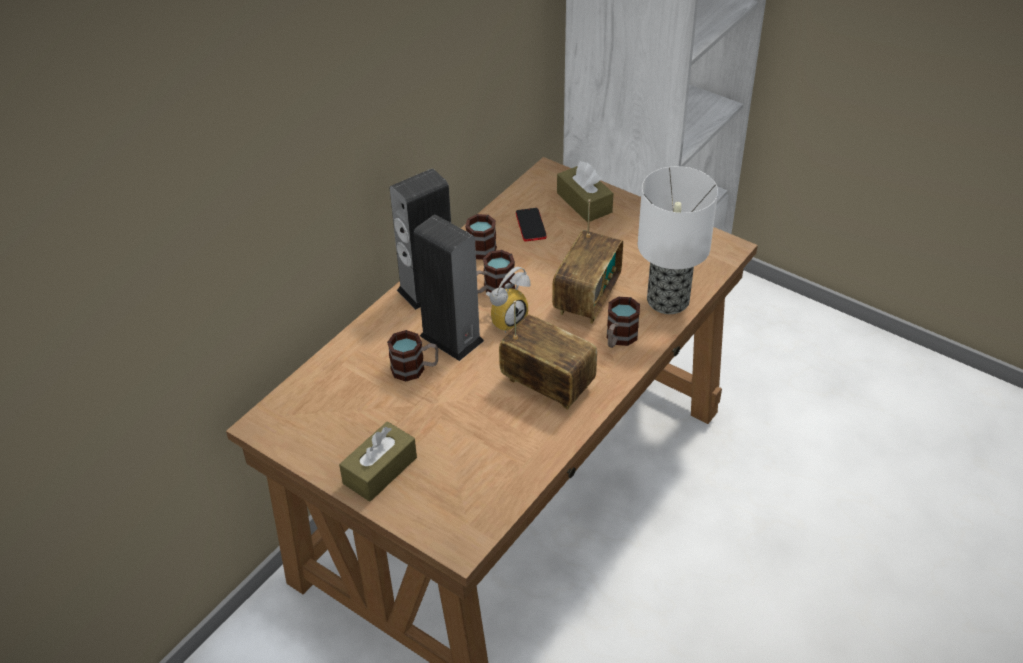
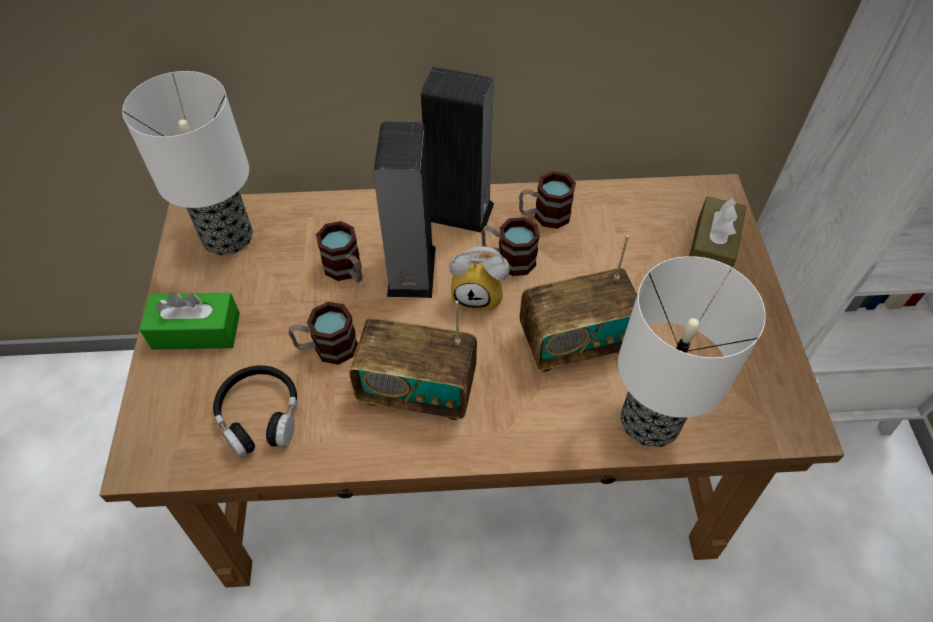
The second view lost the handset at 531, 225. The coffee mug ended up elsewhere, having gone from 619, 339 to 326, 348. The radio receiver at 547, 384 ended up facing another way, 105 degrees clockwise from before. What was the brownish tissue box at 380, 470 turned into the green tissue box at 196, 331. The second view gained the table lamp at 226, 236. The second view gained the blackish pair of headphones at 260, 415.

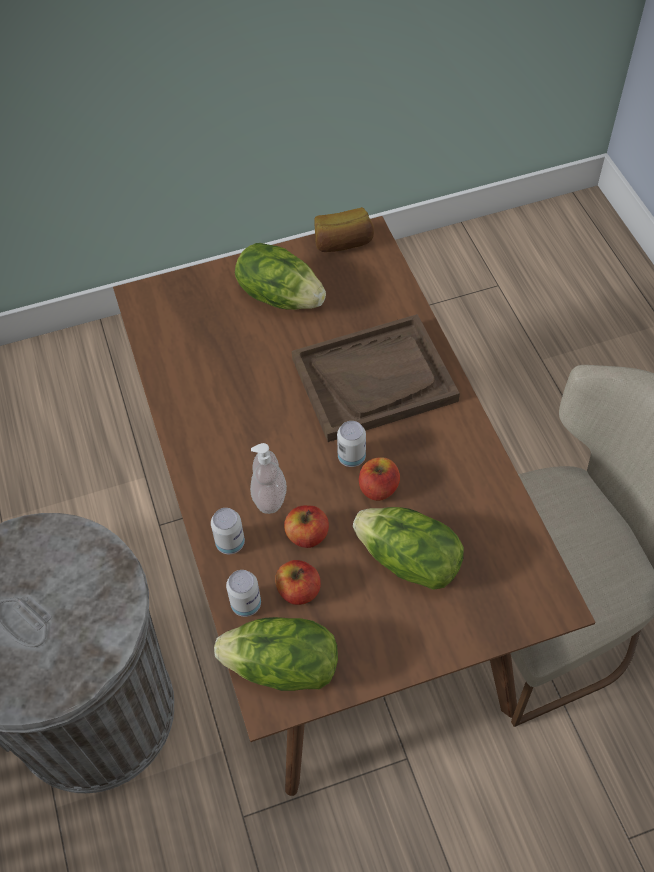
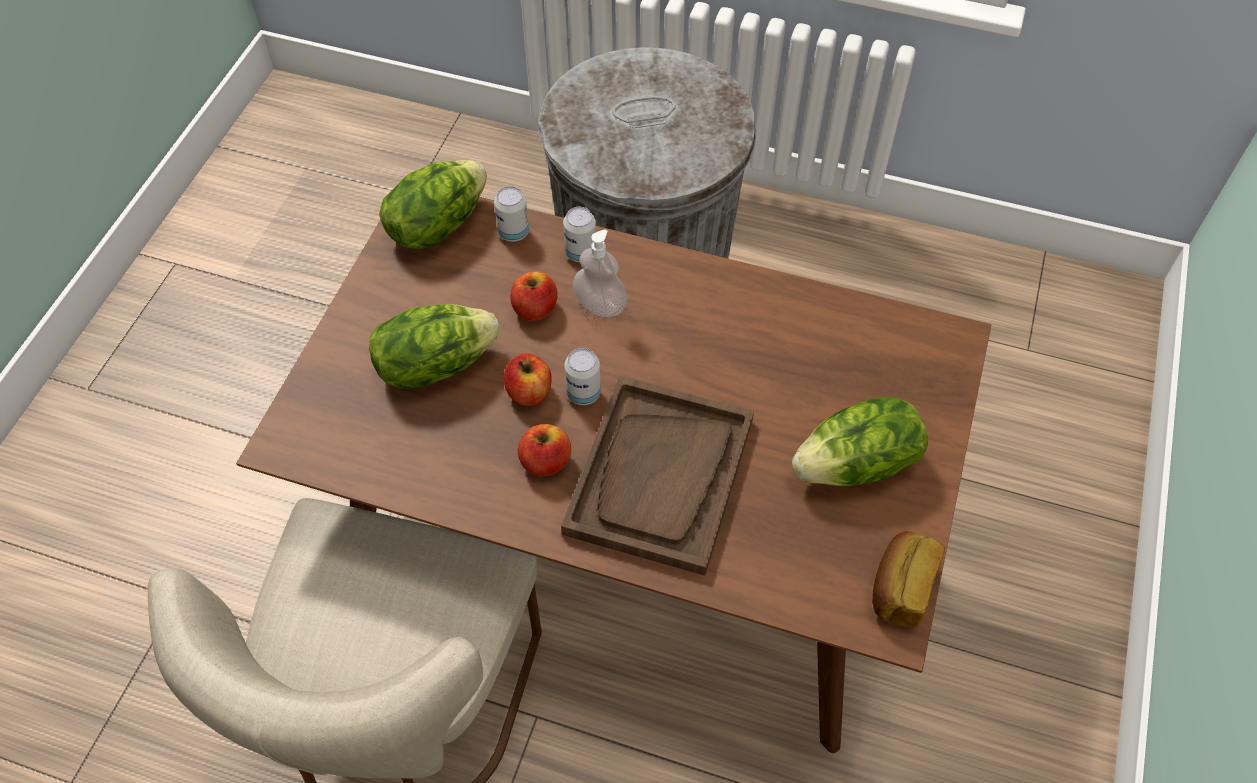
The whole apple ended up elsewhere, having gone from 298, 591 to 545, 461.

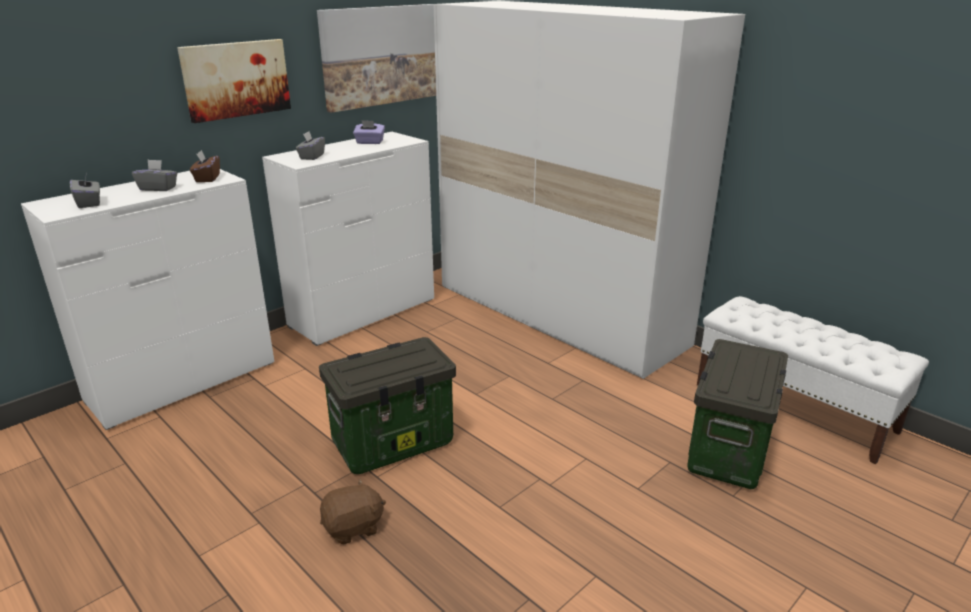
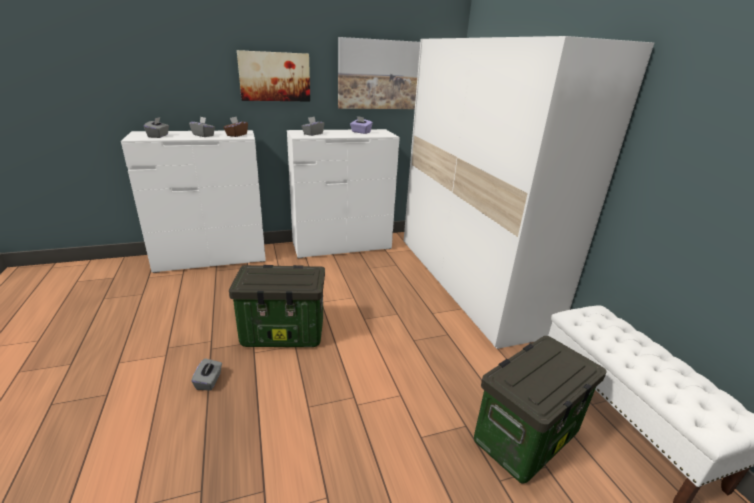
Where the brownish cuddly toy stood at 353, 527, the gray tissue box came to stand at 209, 381.

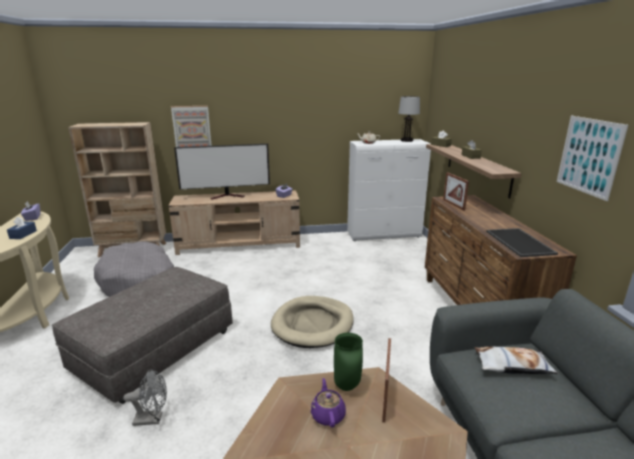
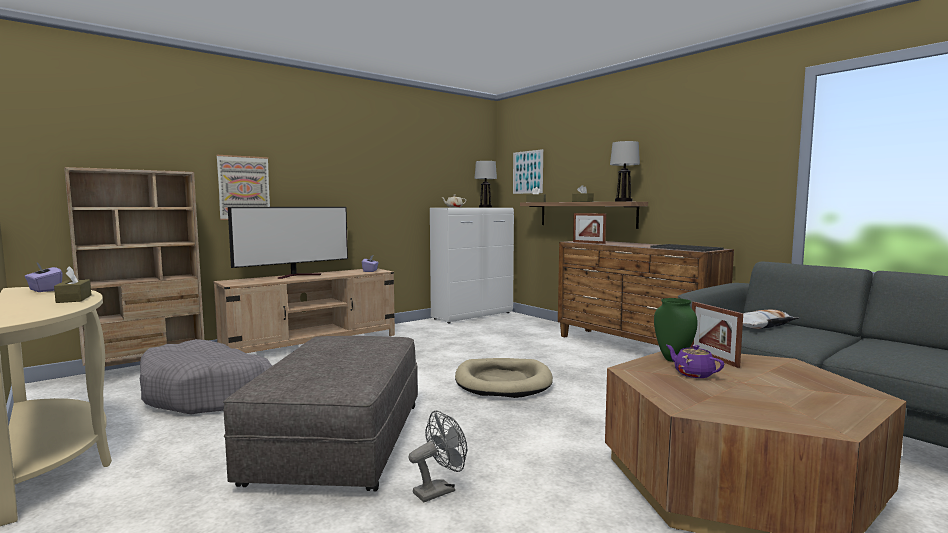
The wall picture ended up elsewhere, having gone from 589, 156 to 527, 172. What was the bluish tissue box at 23, 234 turned into the brownish tissue box at 74, 299. The second view gained the table lamp at 623, 201.

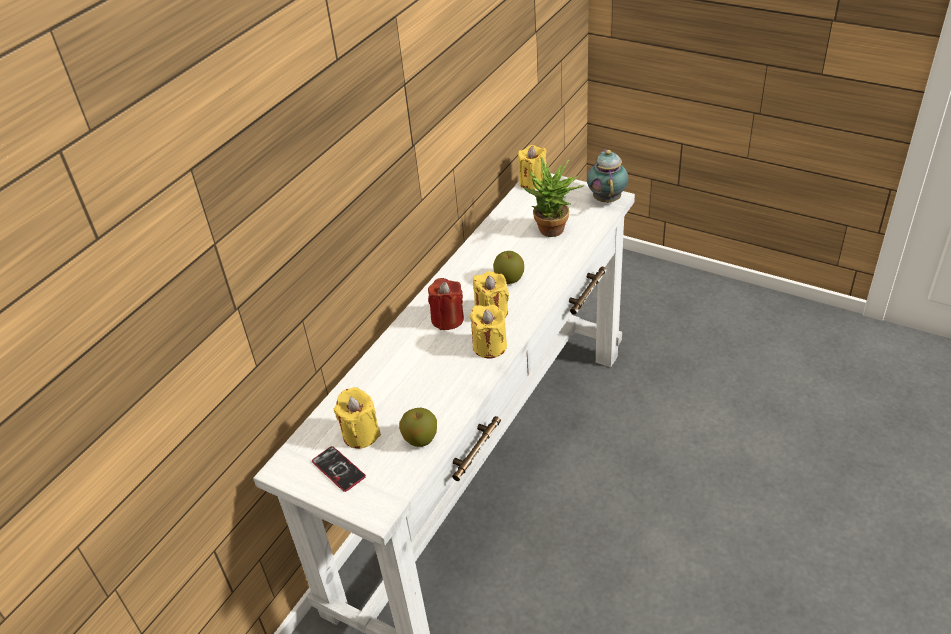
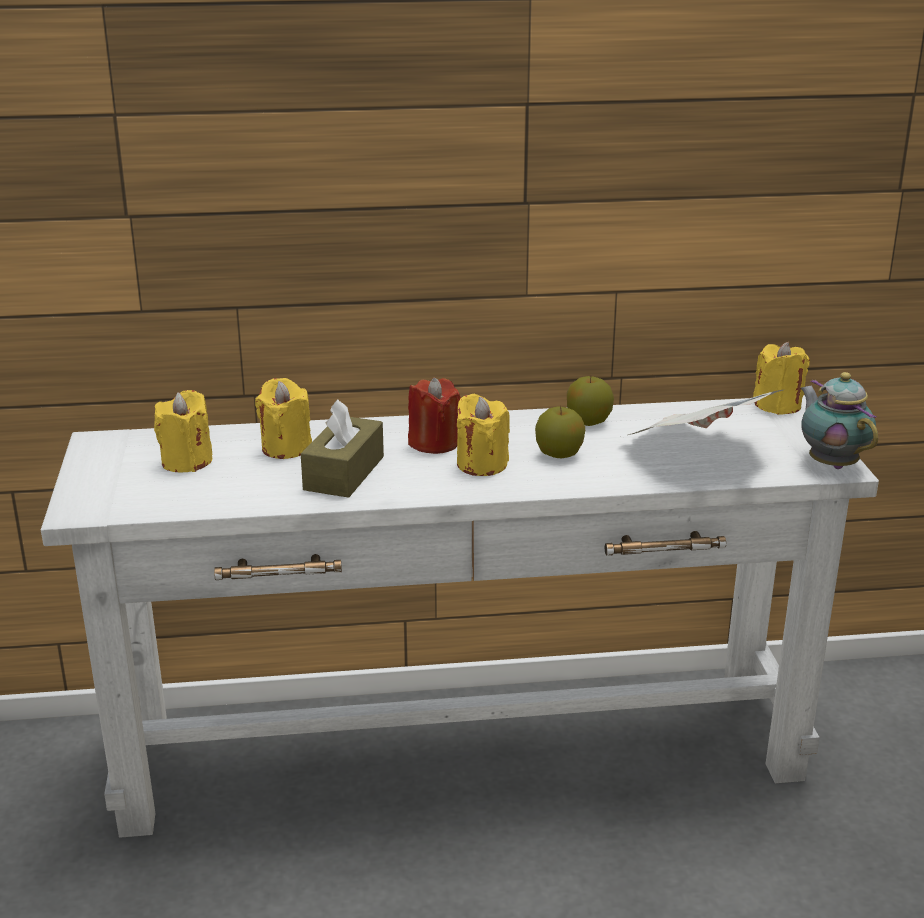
The teapot at 607, 198 ended up facing another way, 75 degrees counterclockwise from before. Where the houseplant stood at 553, 232, the daily paper came to stand at 695, 452. The yellowish candle ended up elsewhere, having gone from 489, 346 to 286, 448. The whole apple ended up elsewhere, having gone from 420, 439 to 588, 421. The second view lost the handset at 338, 469. The second view gained the brownish tissue box at 344, 473.

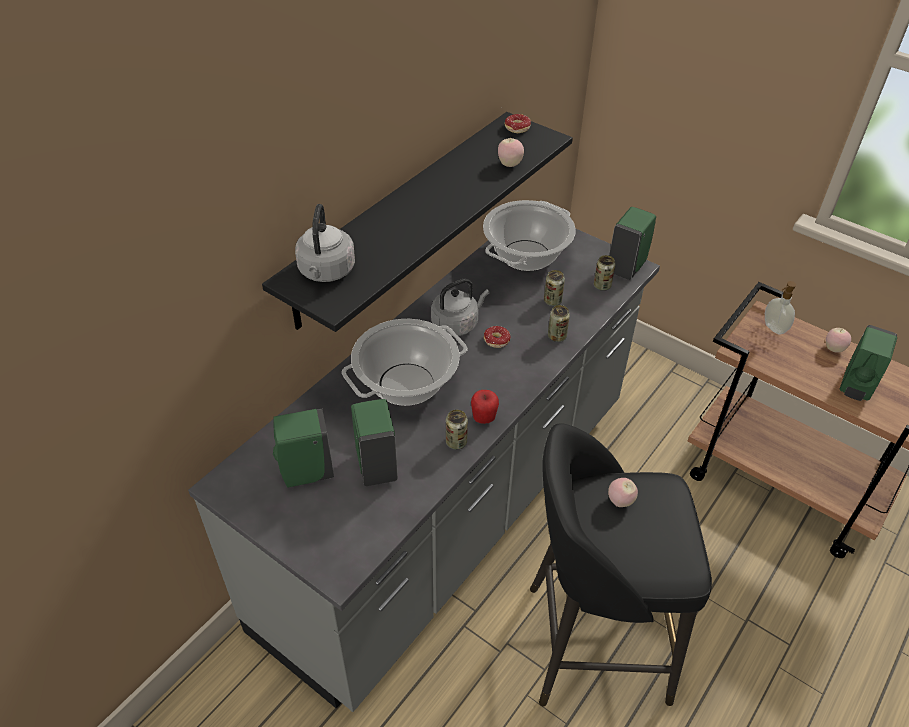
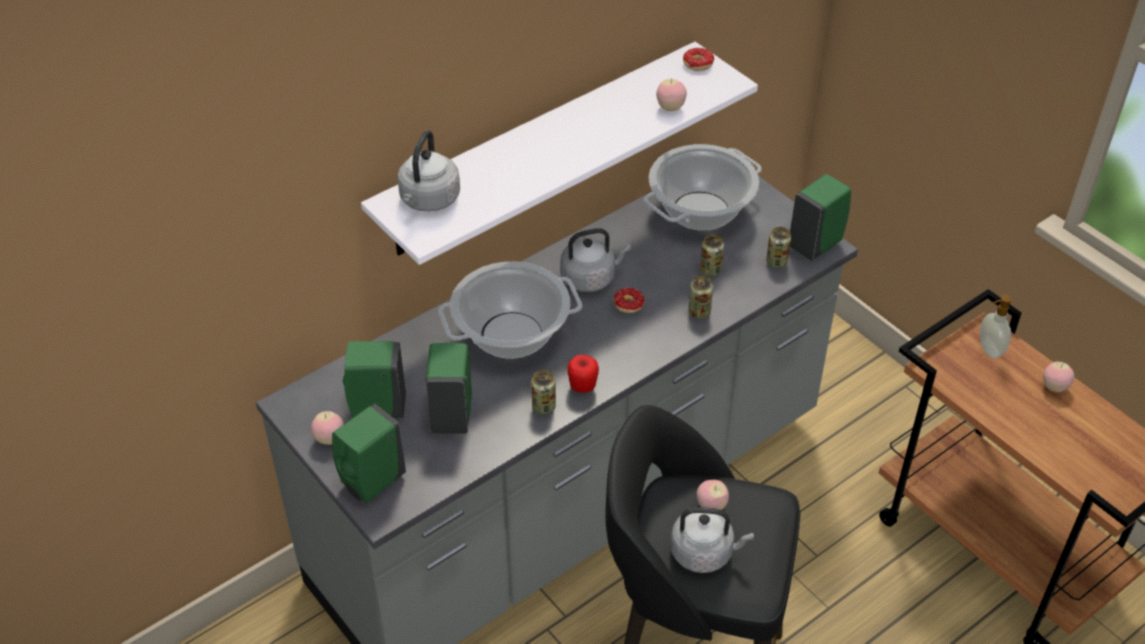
What was the blackish shelf at 400, 218 turned into the whitish shelf at 538, 149. The green liquid soap bottle ended up elsewhere, having gone from 855, 387 to 371, 483. The second view gained the whole apple at 329, 439. The second view gained the gray water kettle at 705, 553.

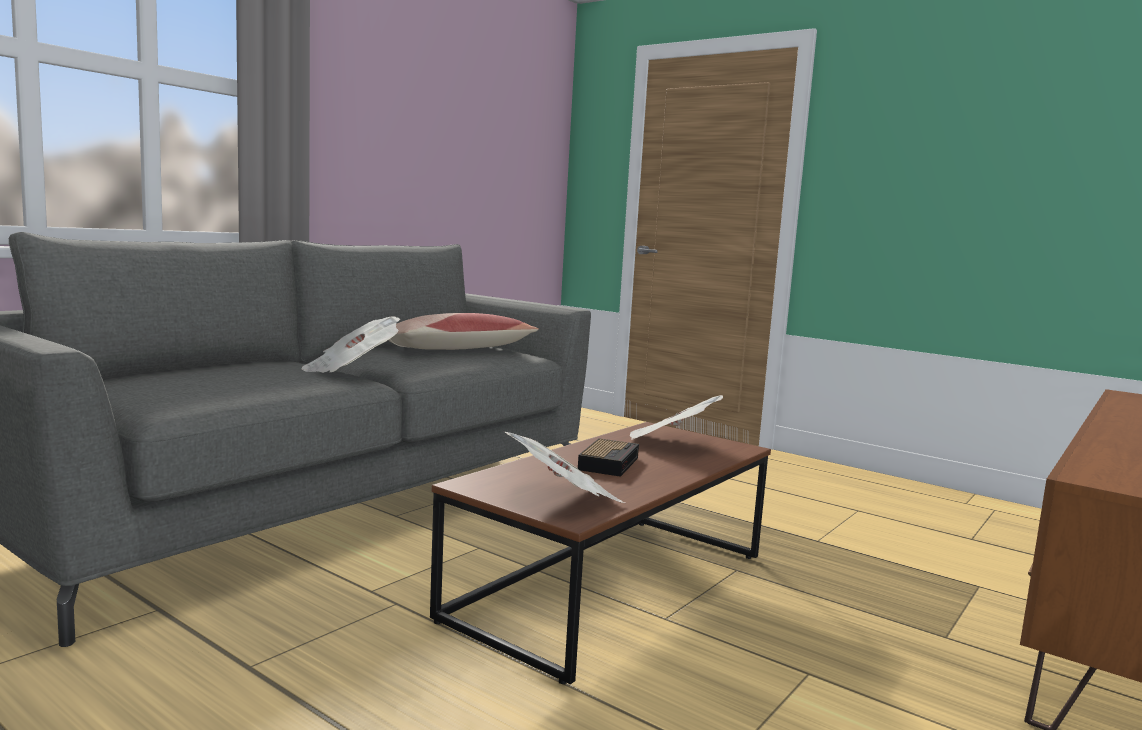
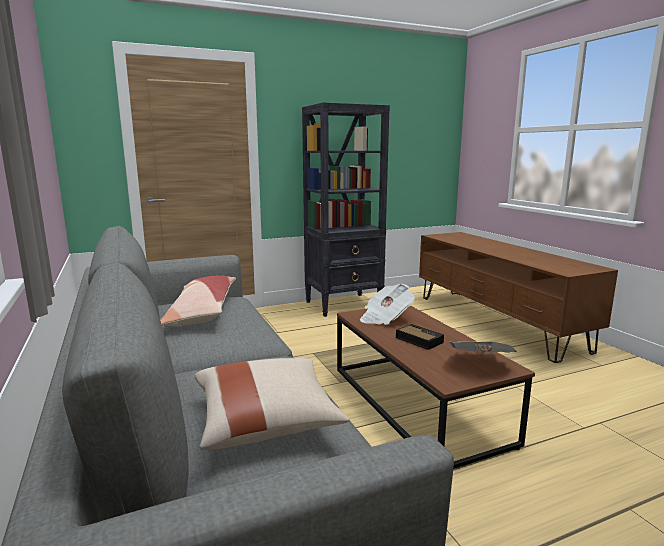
The second view lost the daily paper at 351, 370. The second view gained the blackish bookcase at 344, 305. The second view gained the beige cushion at 266, 421.

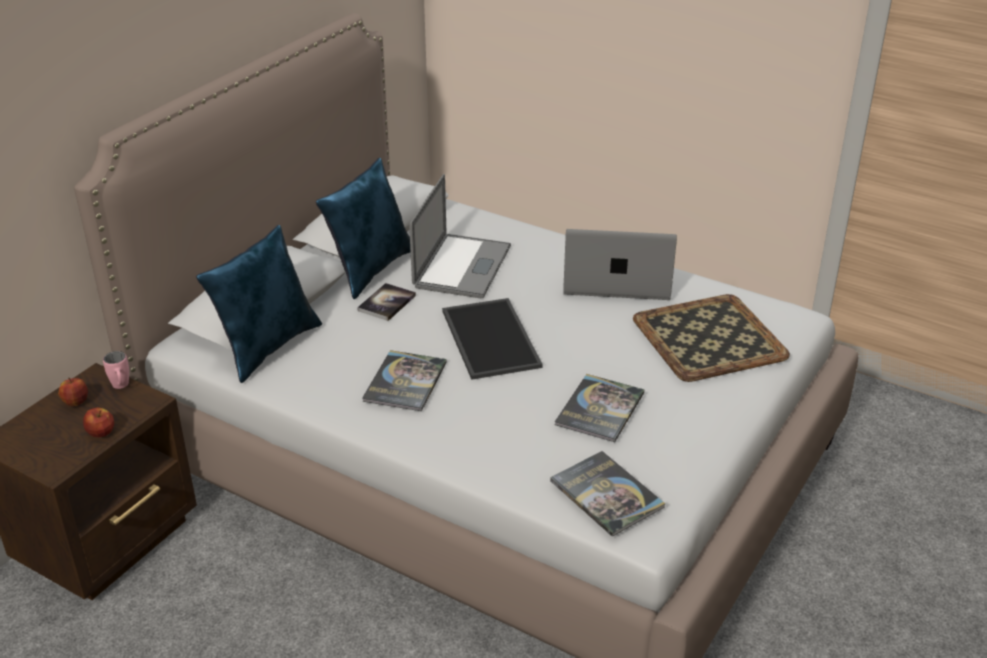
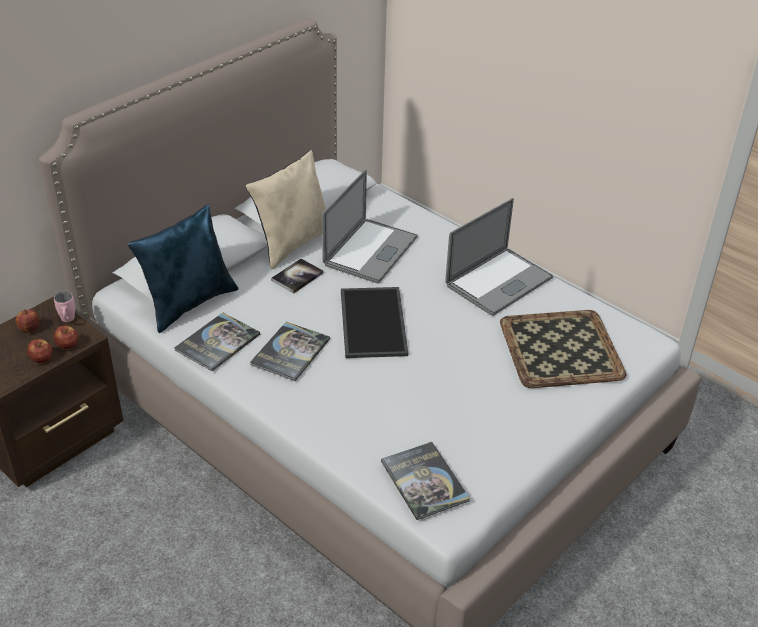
What was the bluish cushion at 371, 269 turned into the beige cushion at 293, 243. The notebook computer at 617, 279 ended up facing another way, 120 degrees clockwise from before. The volume ended up elsewhere, having gone from 600, 409 to 217, 342. The second view gained the whole apple at 67, 345.

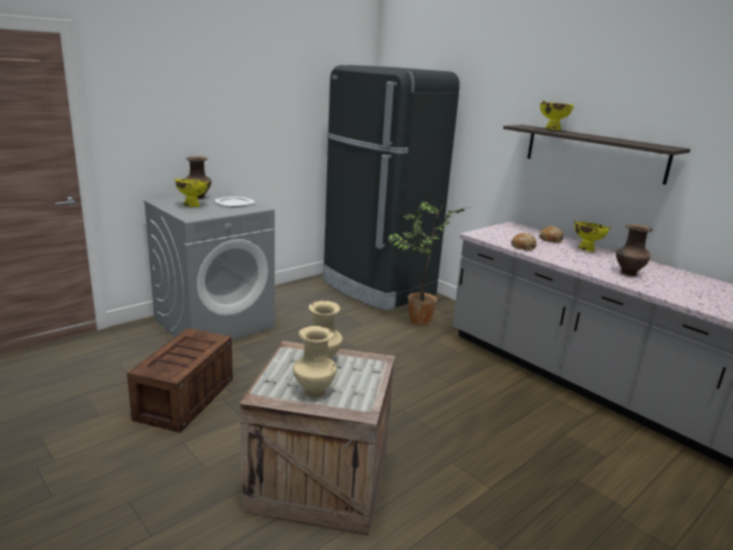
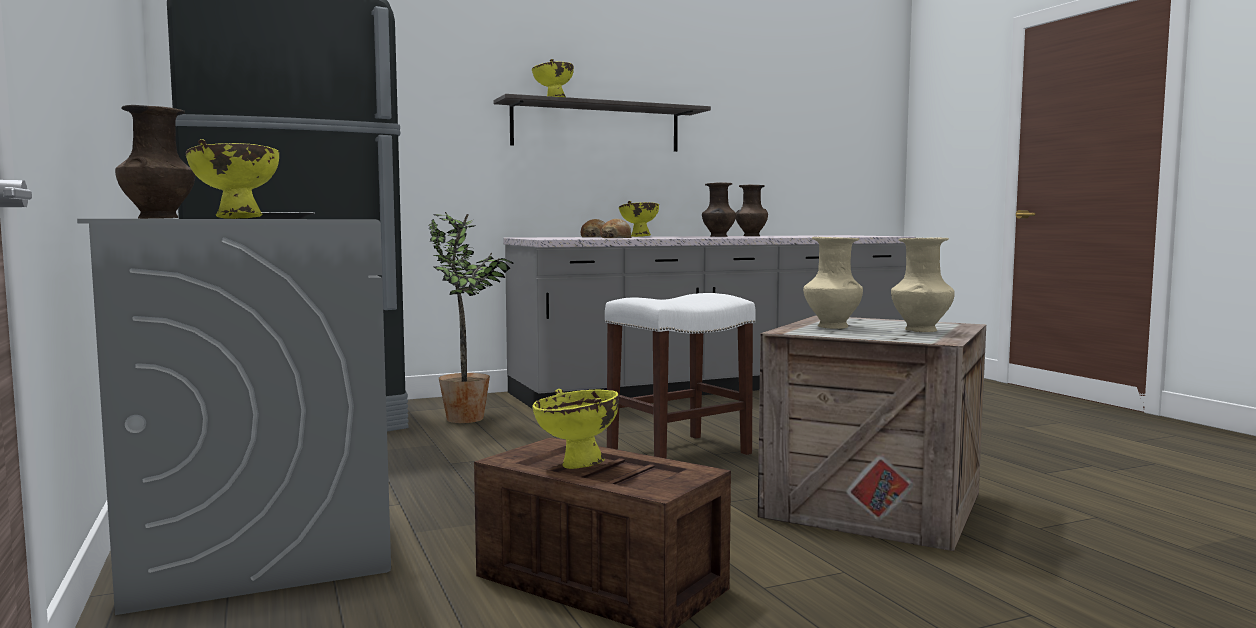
The second view gained the brownish decorative vase at 750, 236. The second view gained the whitish sitting stool at 680, 453. The second view gained the yellowish serving bowl at 577, 465.

